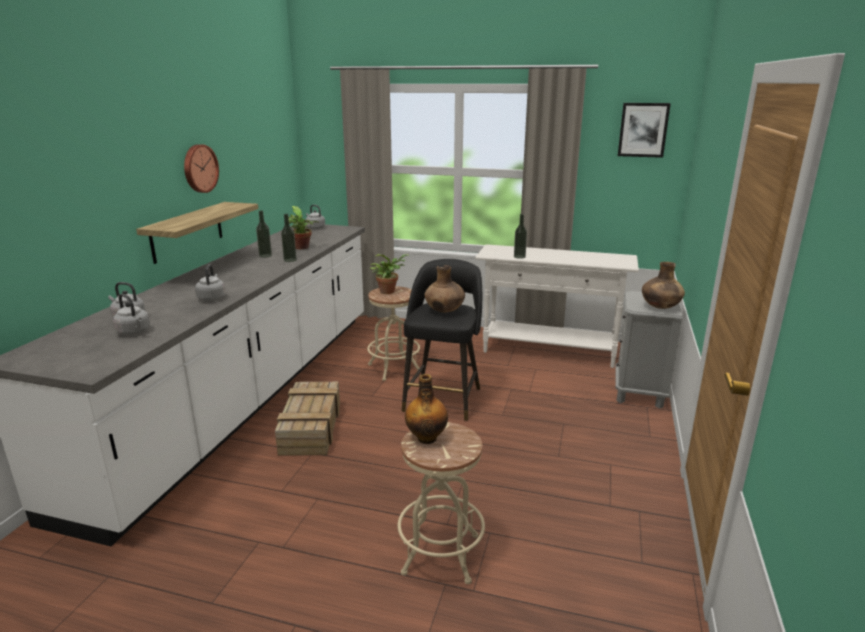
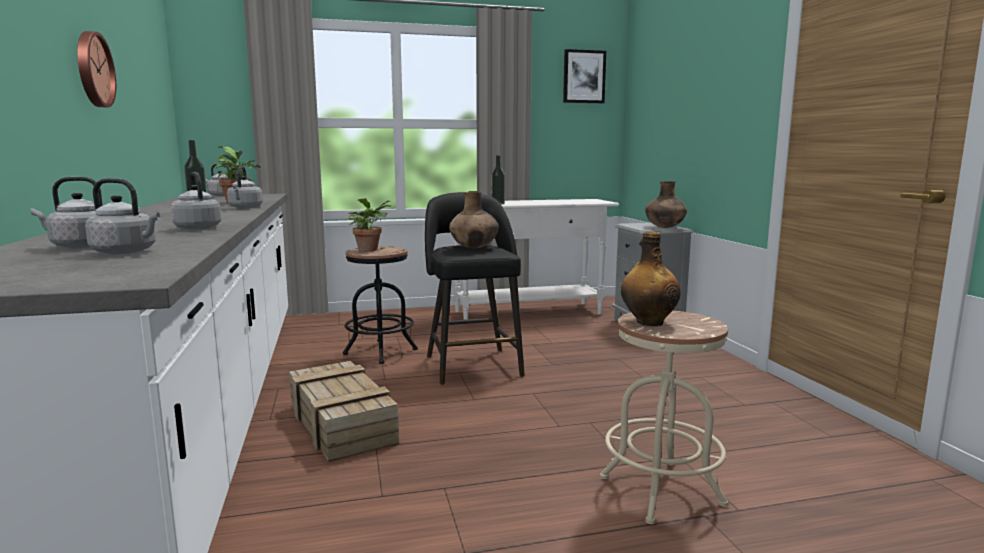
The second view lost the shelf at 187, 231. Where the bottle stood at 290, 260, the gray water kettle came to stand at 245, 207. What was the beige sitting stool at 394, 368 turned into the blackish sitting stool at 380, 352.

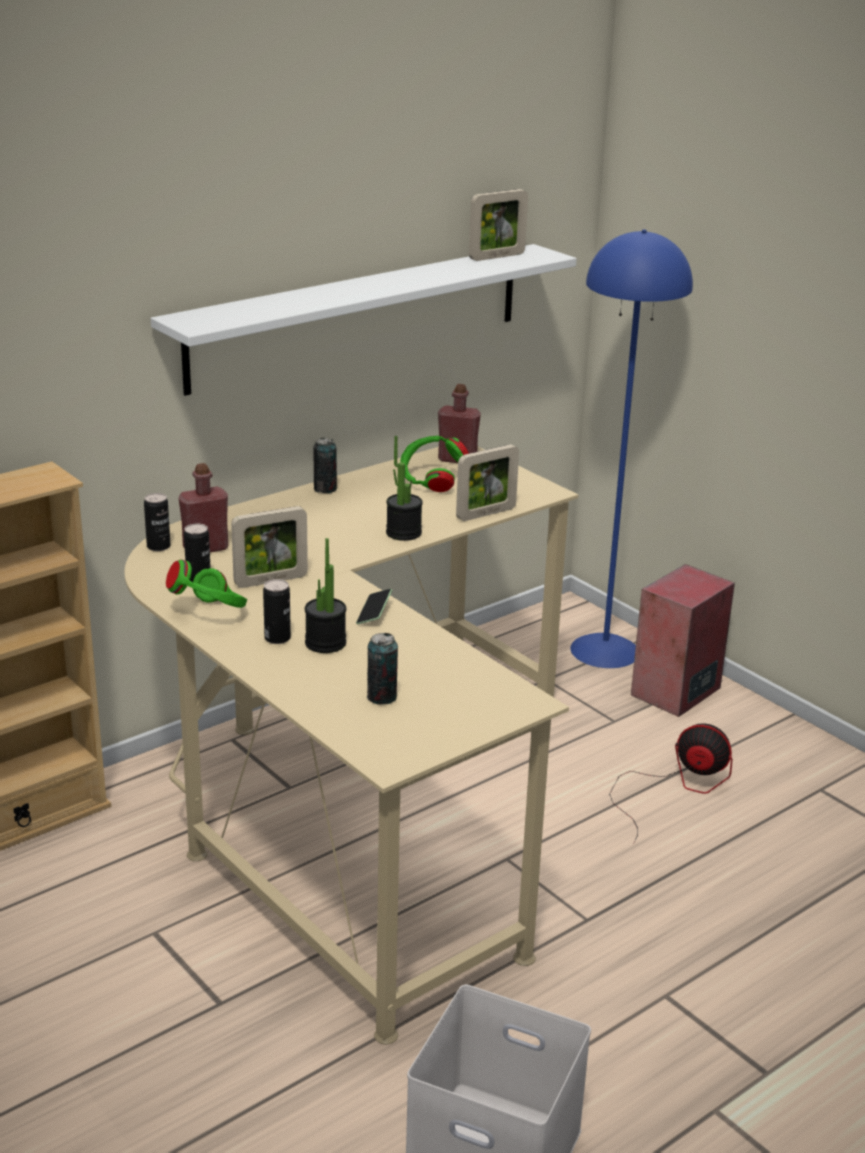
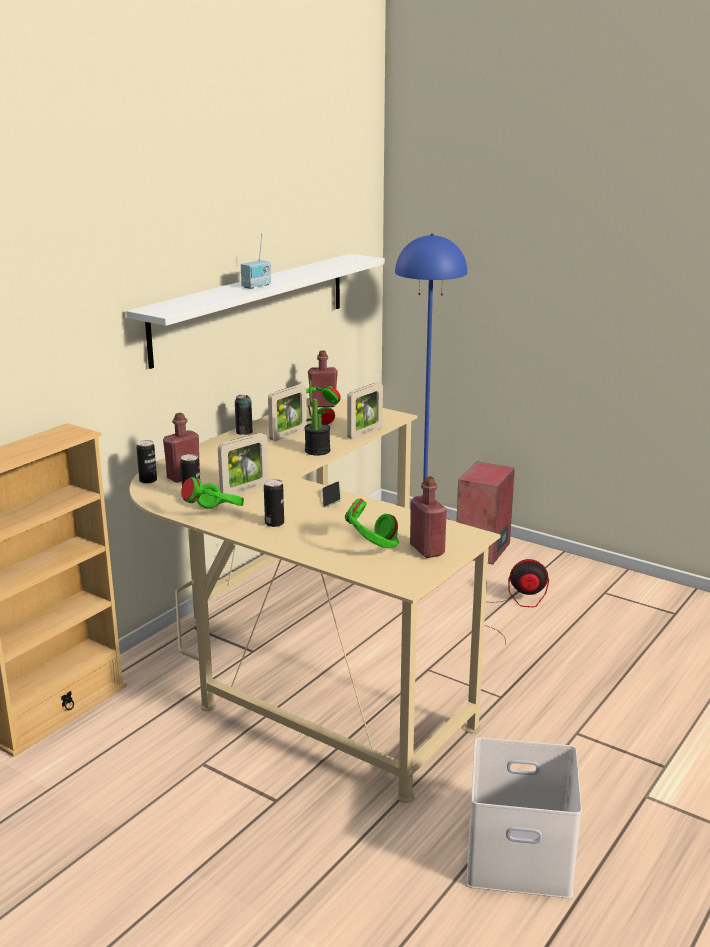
The photo frame ended up elsewhere, having gone from 496, 256 to 288, 435. The second view lost the houseplant at 325, 643. Where the metal can stood at 381, 697, the green pair of headphones came to stand at 373, 547. The second view gained the radio receiver at 257, 286. The second view gained the red bottle at 427, 550.

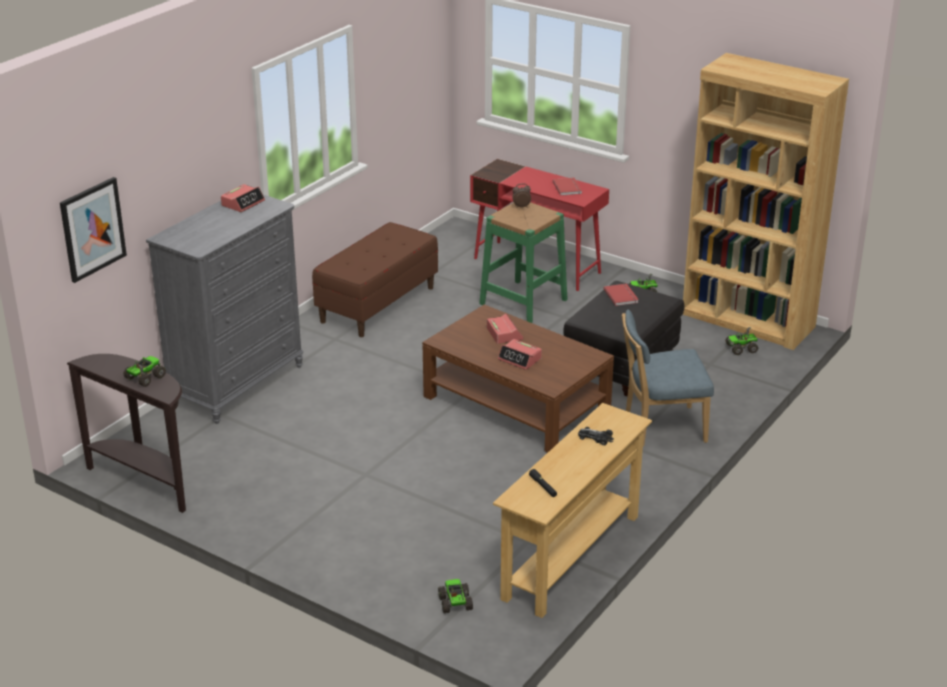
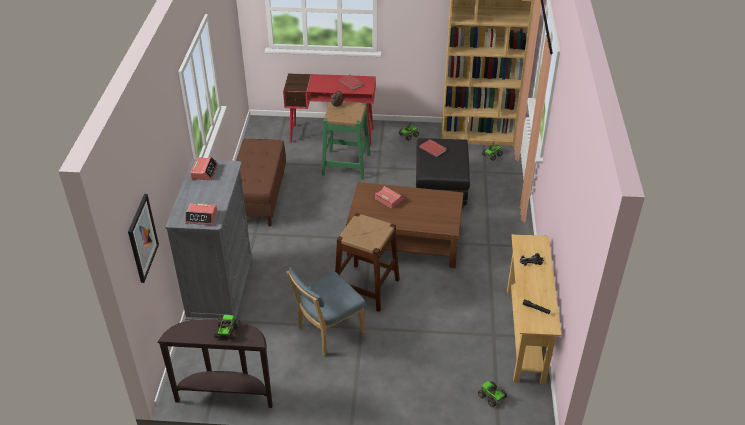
The bluish upright chair ended up elsewhere, having gone from 660, 427 to 328, 331. The alarm clock ended up elsewhere, having gone from 520, 359 to 201, 217. The second view gained the brownish sitting stool at 366, 287.

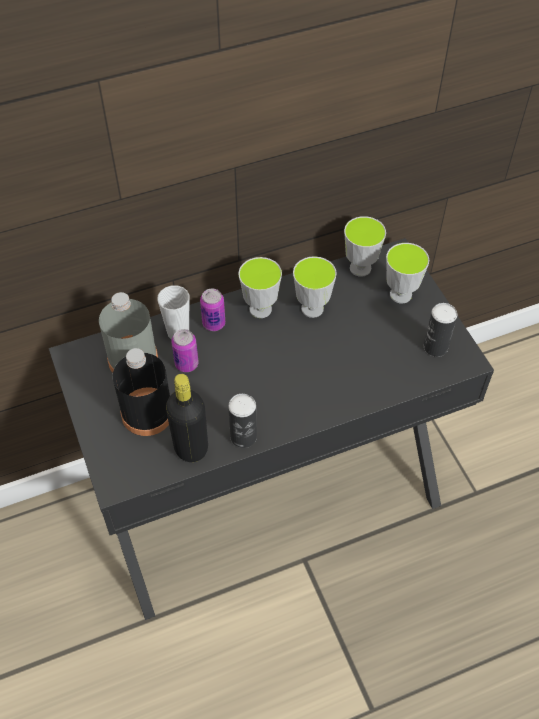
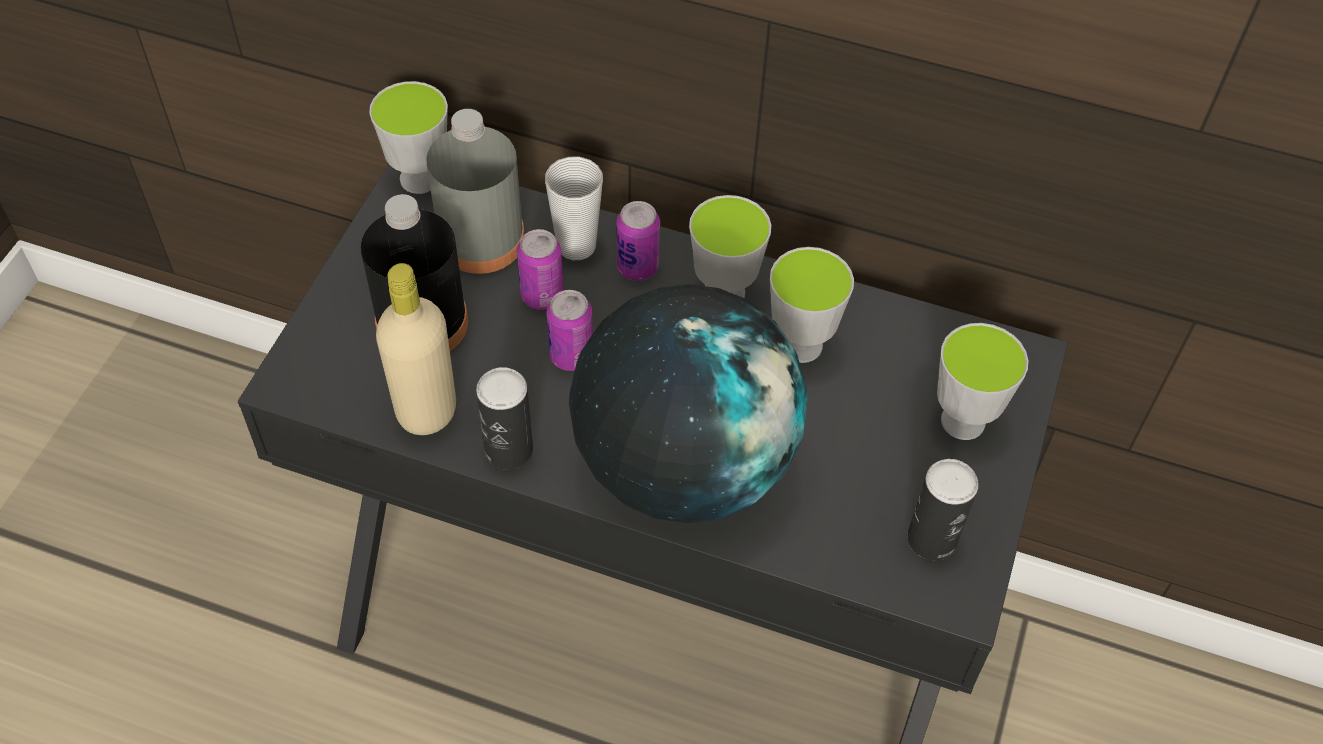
The cup ended up elsewhere, having gone from 360, 268 to 420, 179. What was the blackish bottle at 191, 448 turned into the beige bottle at 426, 411. The second view gained the globe at 683, 465. The second view gained the metal can at 571, 355.

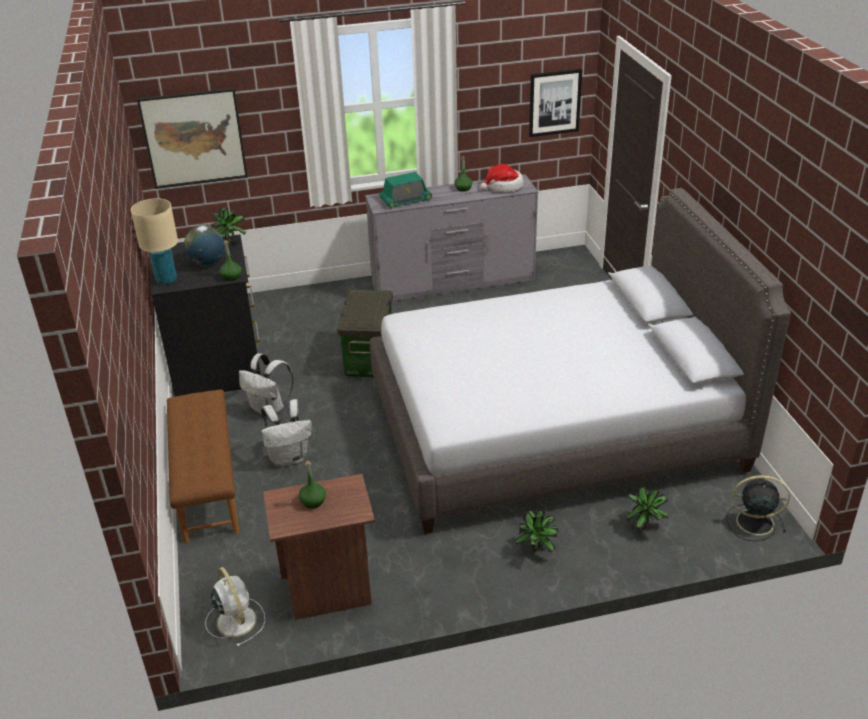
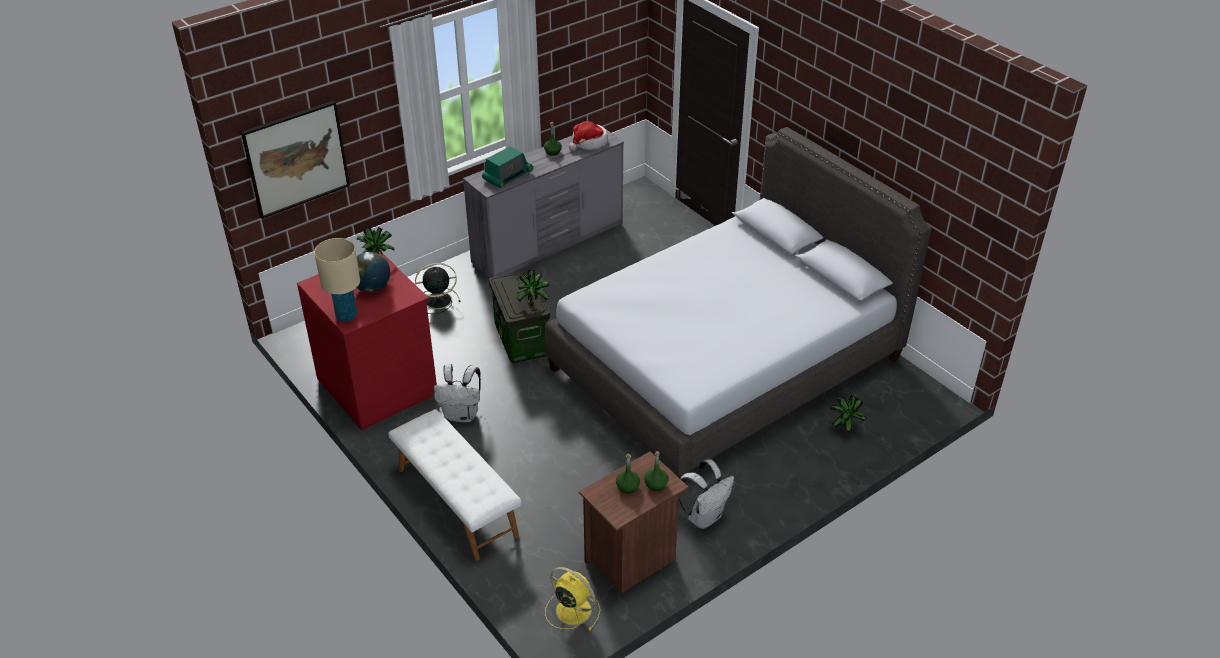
The second view lost the wall picture at 554, 102. What was the blackish chest of drawers at 218, 366 turned into the red chest of drawers at 378, 385. The green bottle ended up elsewhere, having gone from 231, 276 to 656, 484. What was the brownish indoor bench at 206, 484 turned into the whitish indoor bench at 456, 502. The whitish backpack ended up elsewhere, having gone from 289, 457 to 704, 516. The blackish cooling fan ended up elsewhere, having gone from 753, 522 to 437, 301. The houseplant ended up elsewhere, having gone from 537, 549 to 533, 303. What was the whitish cooling fan at 235, 620 turned into the yellowish cooling fan at 572, 609.

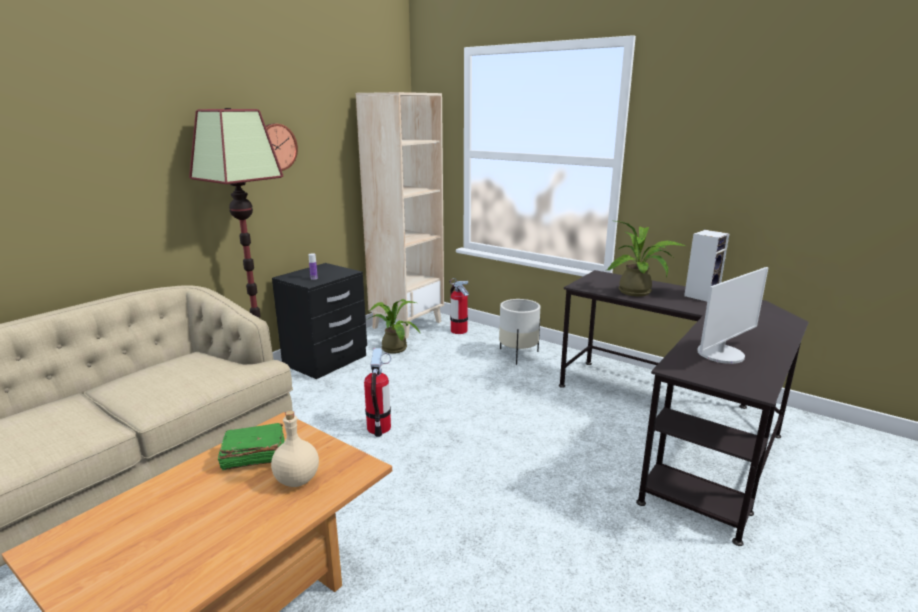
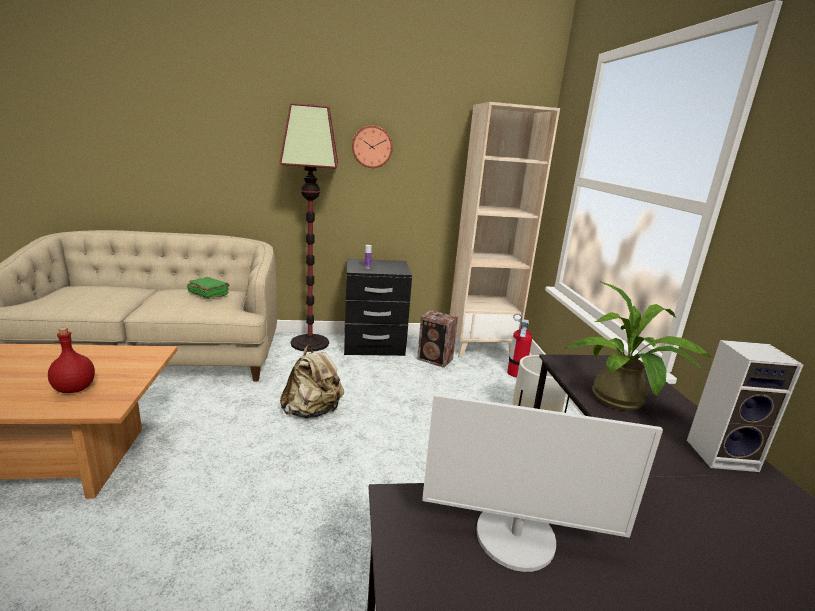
Where the houseplant stood at 393, 347, the loudspeaker came to stand at 435, 359. Where the fire-fighting cylinder stood at 379, 428, the beige backpack came to stand at 313, 411. What was the beige bottle at 297, 480 turned into the red bottle at 74, 389. The green volume ended up elsewhere, having gone from 253, 456 to 208, 294.

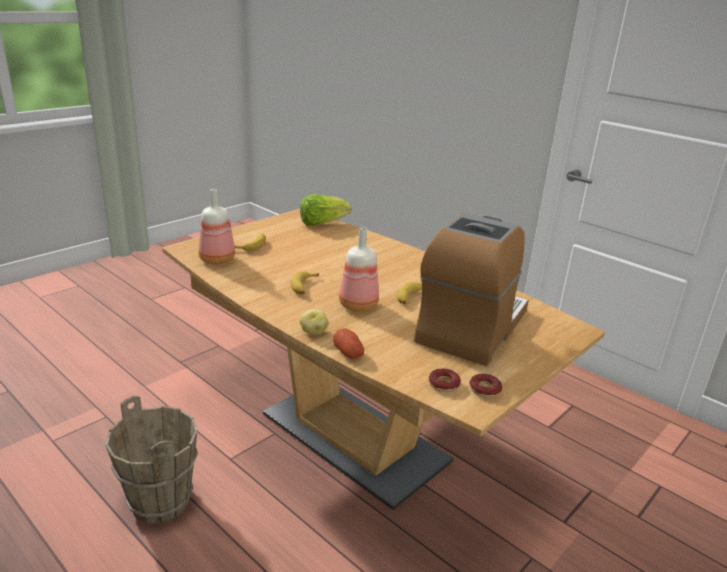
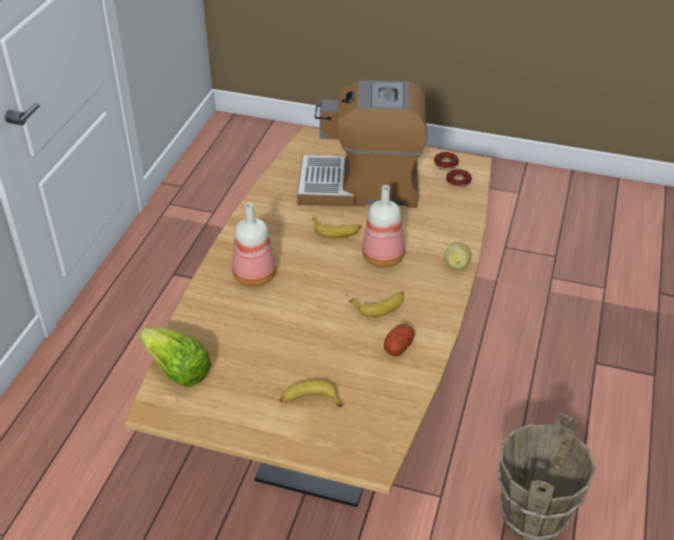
The bottle ended up elsewhere, having gone from 216, 259 to 255, 277. The spud ended up elsewhere, having gone from 348, 352 to 398, 346.

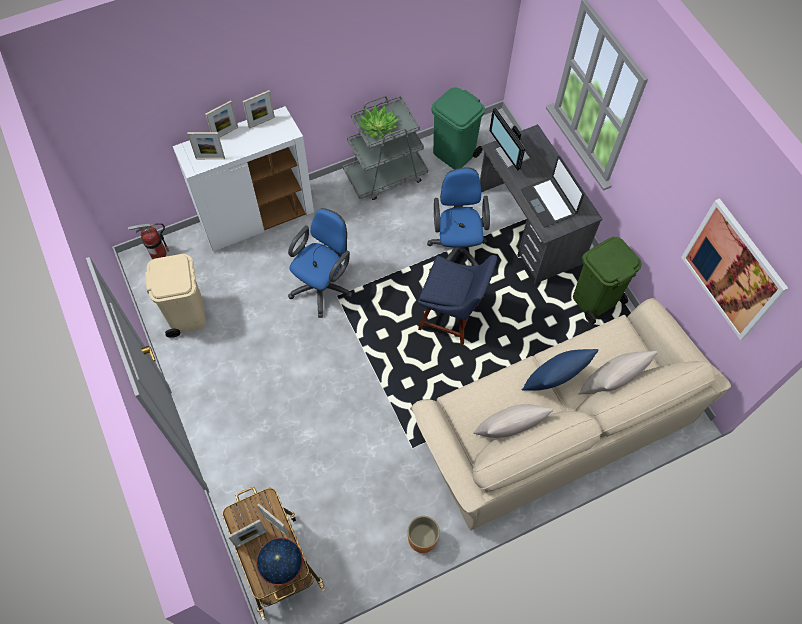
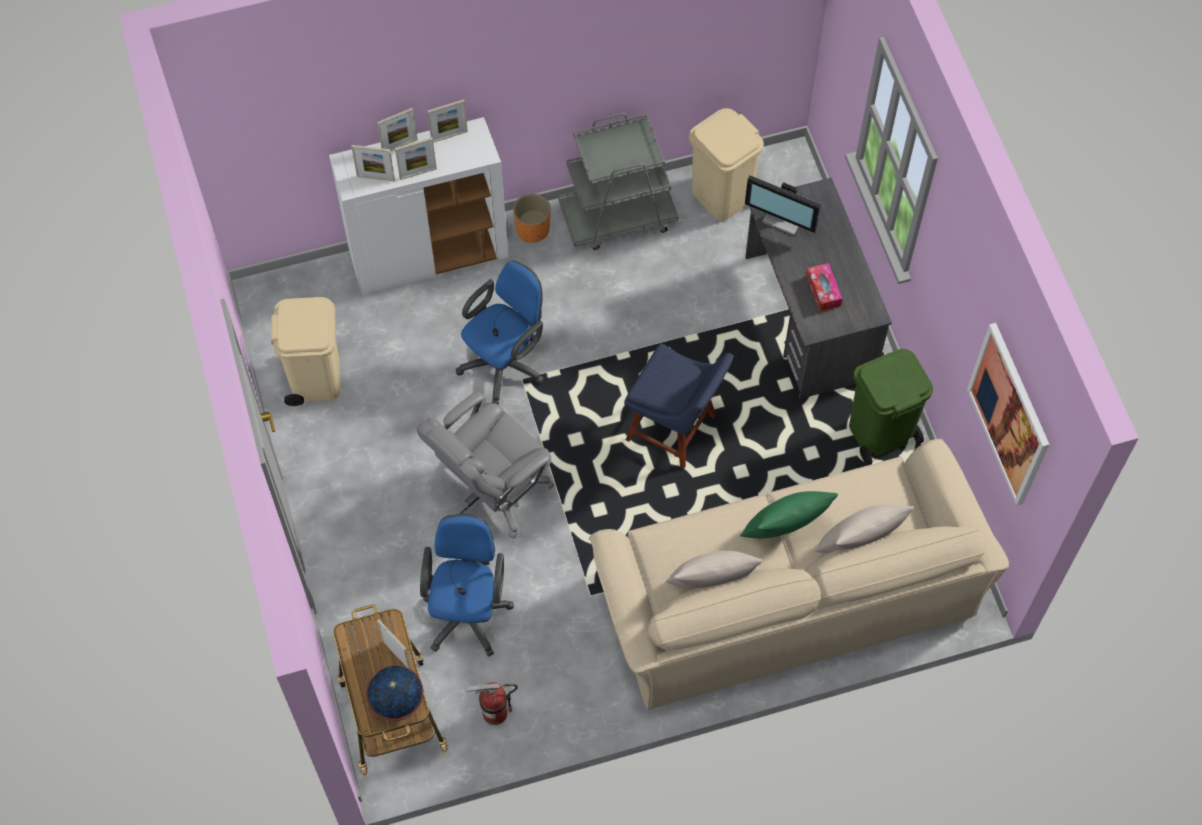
What was the green waste bin at 454, 153 turned into the beige waste bin at 722, 196. The second view lost the houseplant at 378, 127. The computer display at 511, 155 ended up facing another way, 45 degrees counterclockwise from before. Where the notebook computer stood at 549, 202, the tissue box came to stand at 823, 290. The bluish office chair ended up elsewhere, having gone from 457, 248 to 468, 611. The fire-fighting cylinder ended up elsewhere, having gone from 158, 253 to 495, 713. What was the bluish cushion at 553, 381 turned into the green cushion at 785, 531. The orangey flower pot ended up elsewhere, having gone from 422, 539 to 532, 229. The photo frame ended up elsewhere, having gone from 251, 538 to 418, 173. The second view gained the gray office chair at 492, 491.

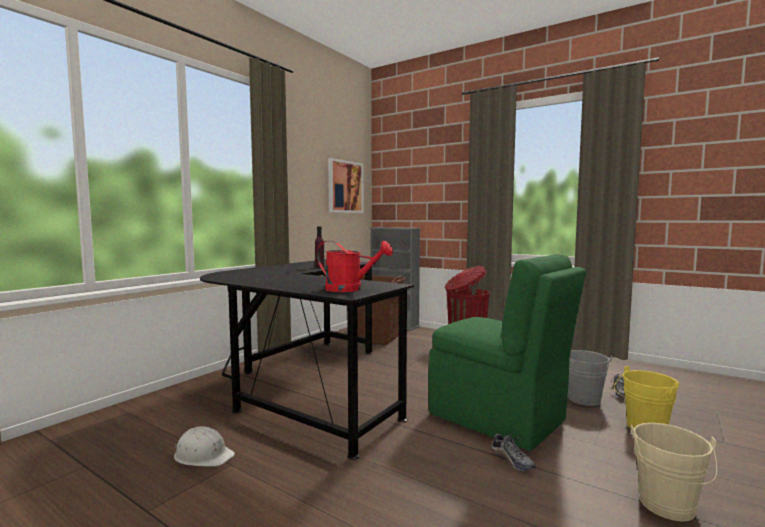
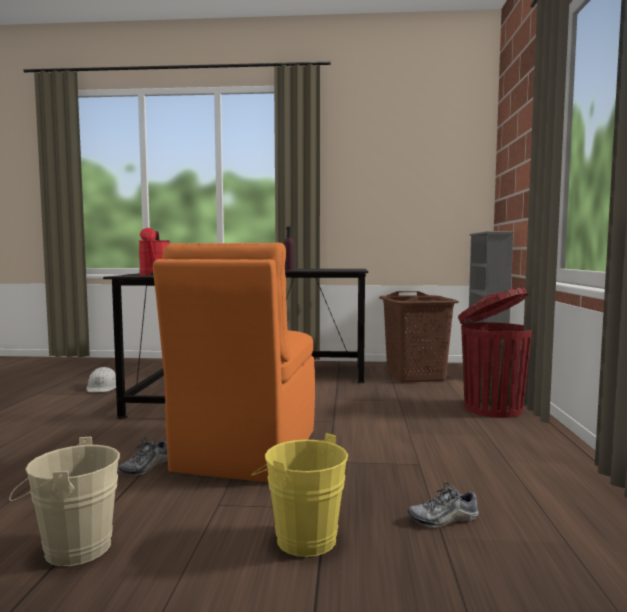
The second view lost the wall picture at 345, 187. What was the green upright chair at 499, 418 turned into the orangey upright chair at 245, 452. The second view lost the gray bucket at 583, 400.

